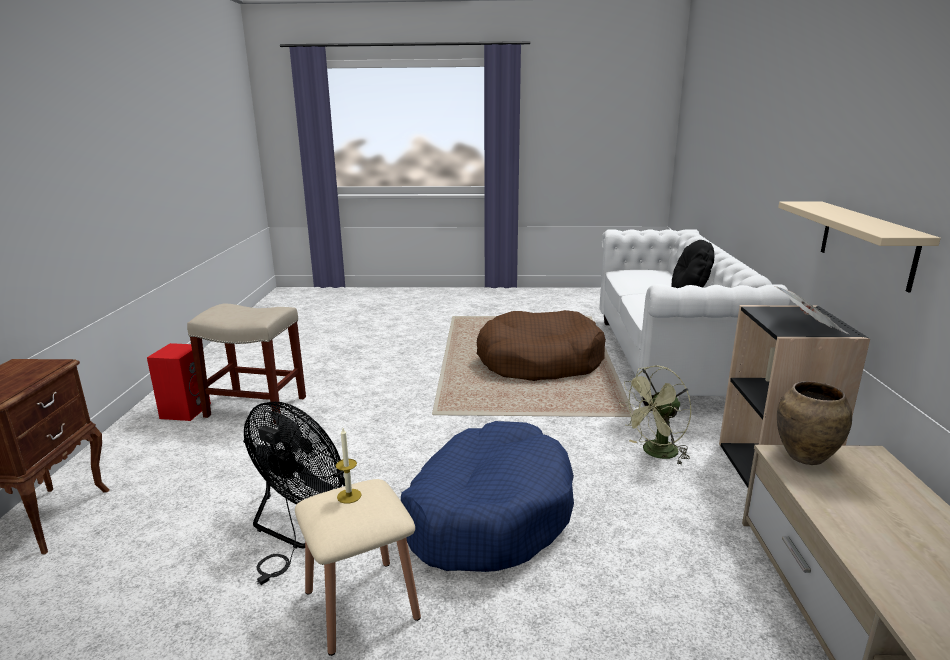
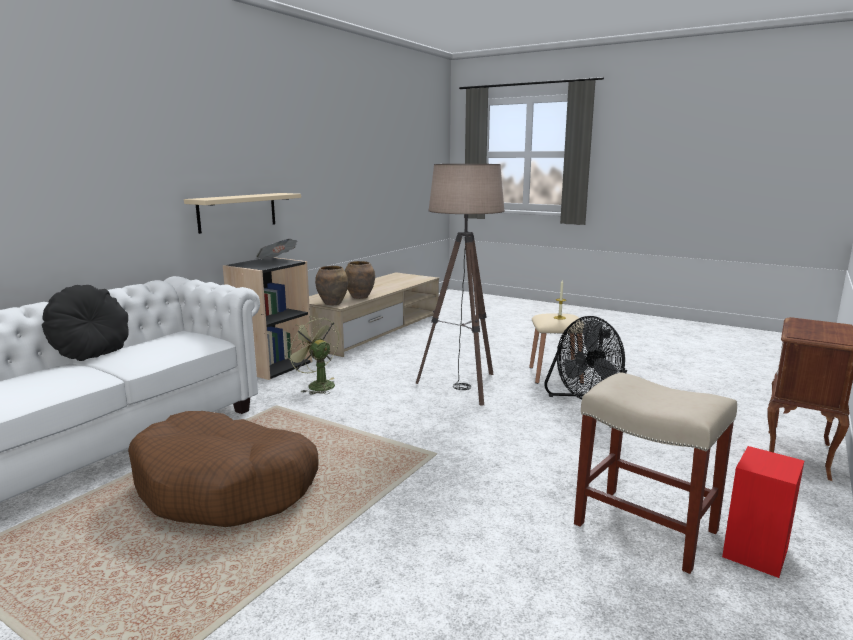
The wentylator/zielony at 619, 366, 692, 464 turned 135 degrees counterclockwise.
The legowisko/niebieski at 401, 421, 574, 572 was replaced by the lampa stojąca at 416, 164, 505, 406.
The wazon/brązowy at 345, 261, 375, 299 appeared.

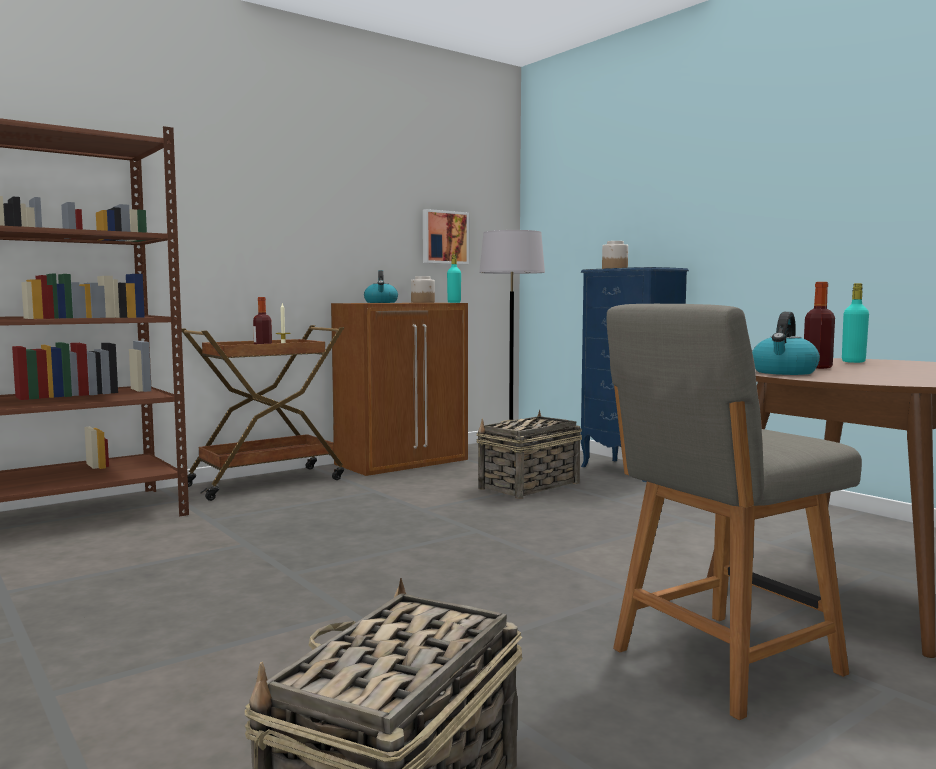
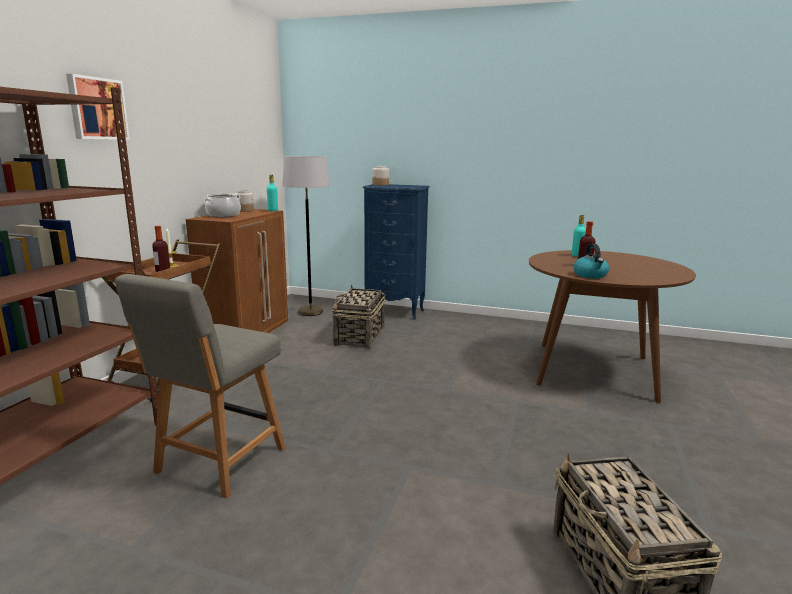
The obraz moved from 423, 209, 469, 264 to 66, 74, 130, 140.
The czajnik at 364, 270, 398, 303 was replaced by the garnek at 203, 194, 241, 217.
The krzesło/szary moved from 606, 304, 862, 720 to 115, 274, 285, 498.

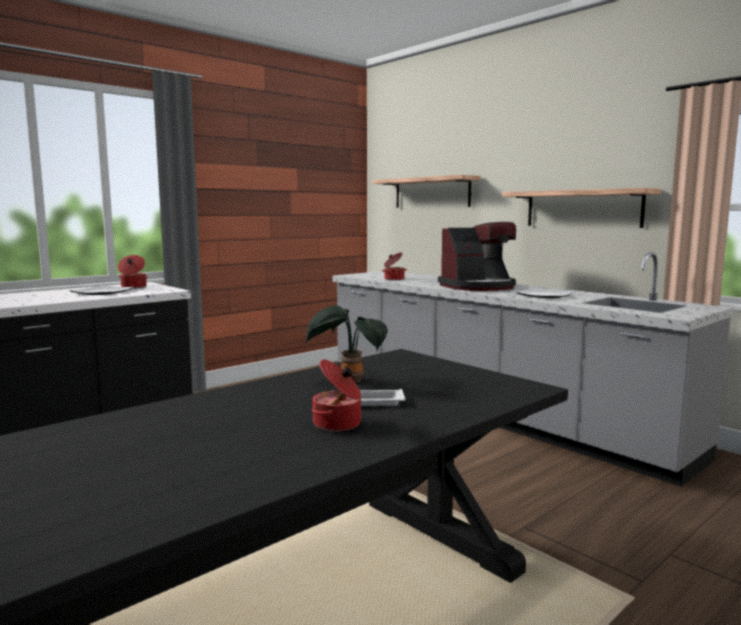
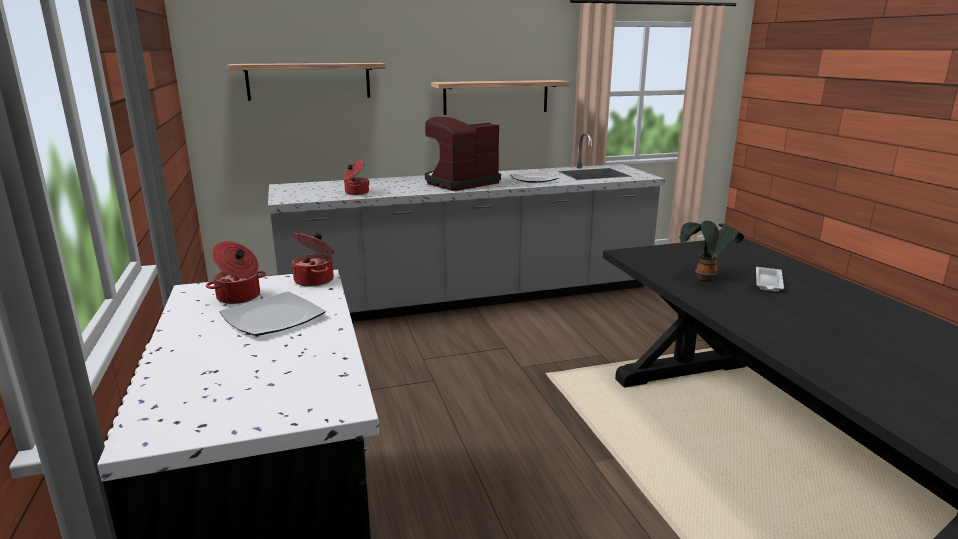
The ekspres do kawy at 438, 222, 516, 291 turned 135 degrees counterclockwise.
The garnek moved from 312, 359, 361, 432 to 291, 233, 334, 287.

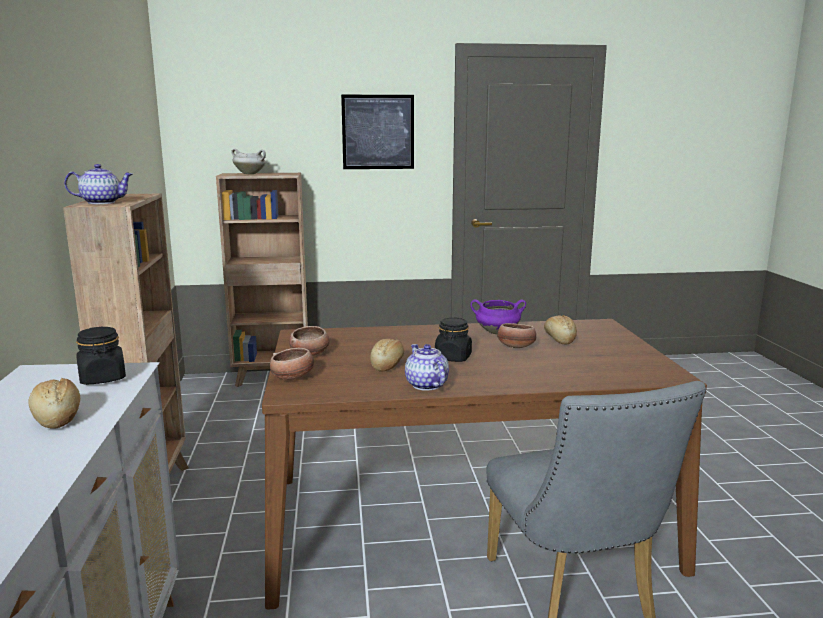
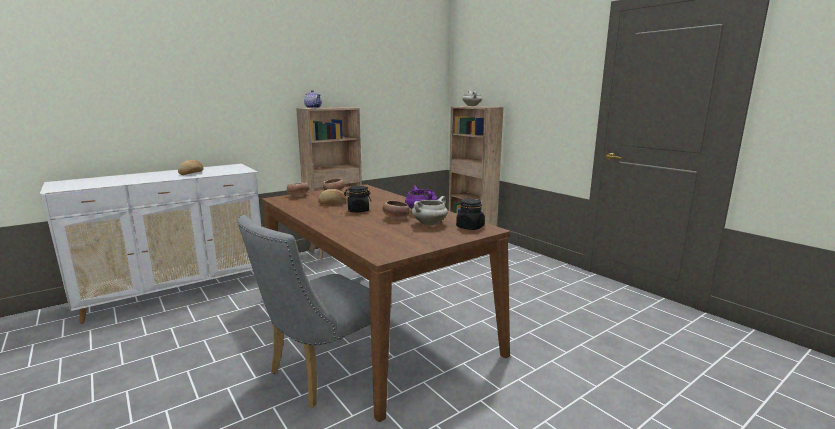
The obraz at 341, 95, 414, 169 disappeared.
The chleb at 544, 315, 577, 345 was replaced by the garnek/biały at 412, 196, 448, 226.
The słoik/czarny moved from 76, 327, 126, 385 to 456, 199, 485, 230.
The imbryk at 405, 344, 449, 391 disappeared.

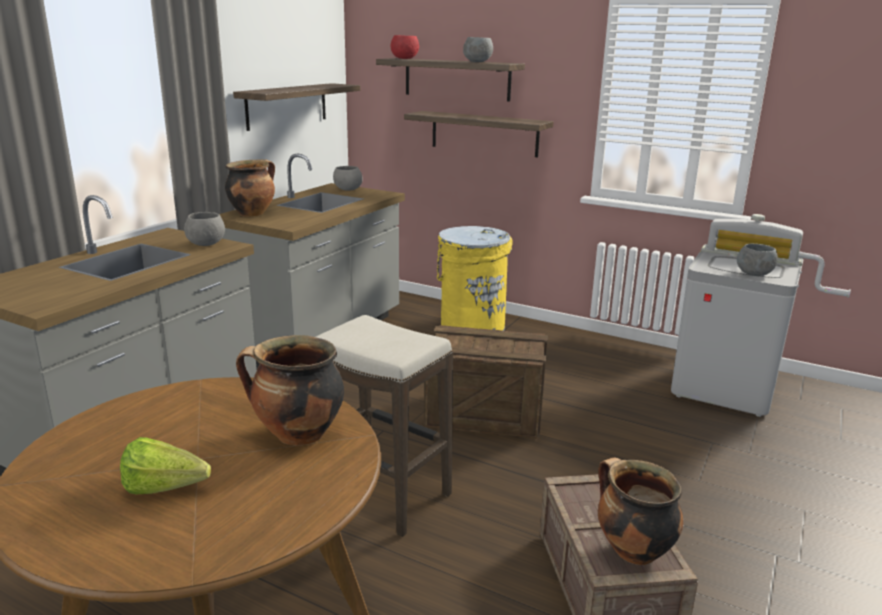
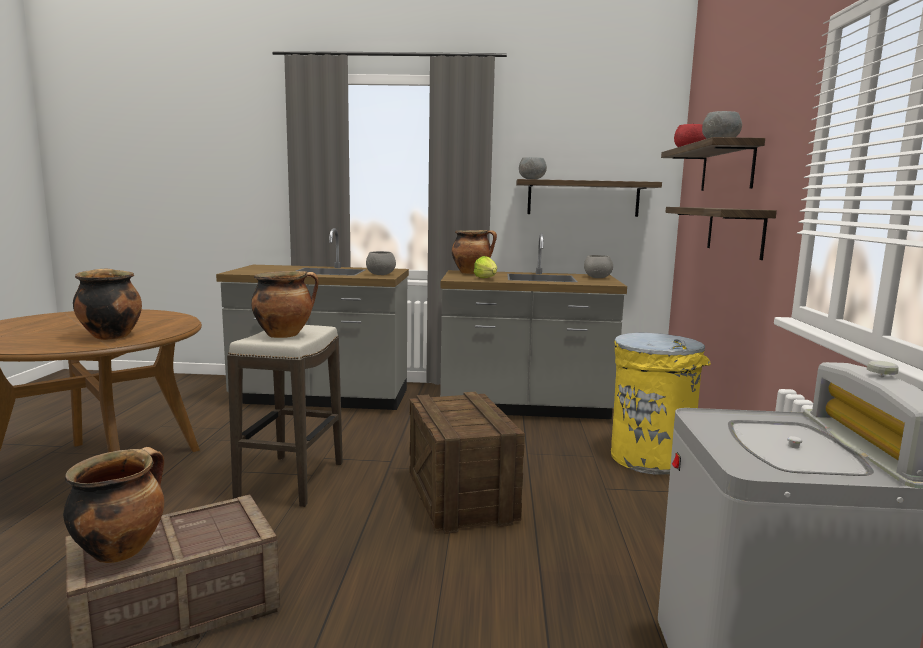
The miska/szary moved from 737, 244, 778, 276 to 519, 157, 547, 179.
The sałata moved from 120, 437, 211, 494 to 474, 256, 497, 278.
The garnek at 251, 271, 319, 338 appeared.

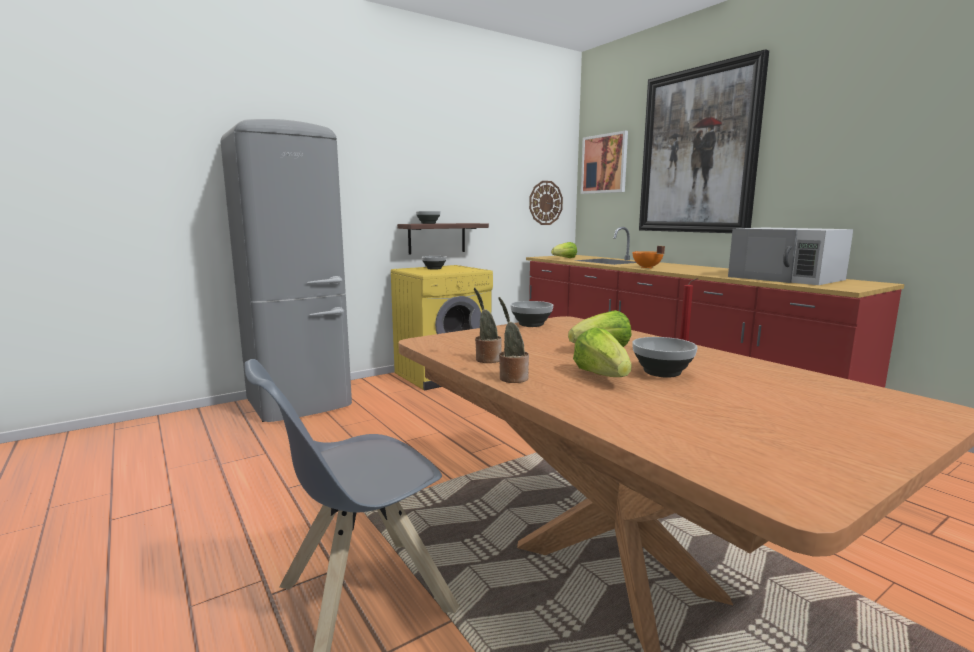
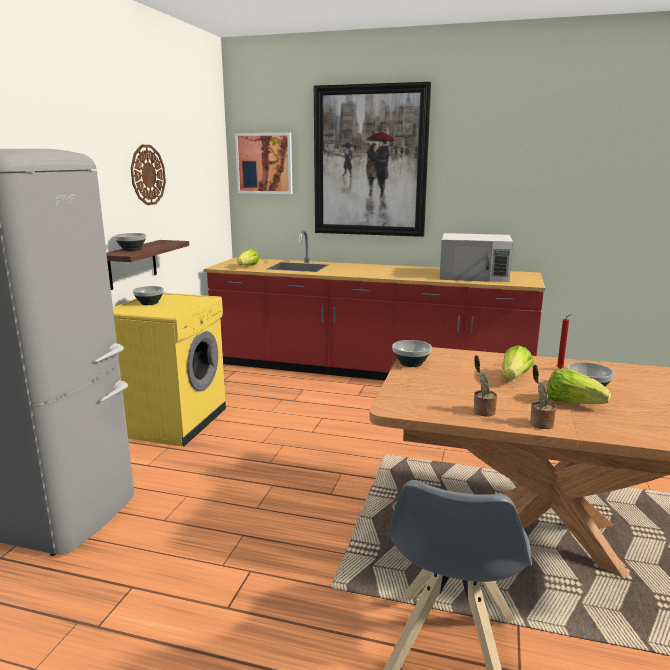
The zegar ścienny moved from 529, 181, 563, 225 to 131, 145, 166, 205.
The garnek/pomarańczowy at 632, 246, 665, 269 disappeared.

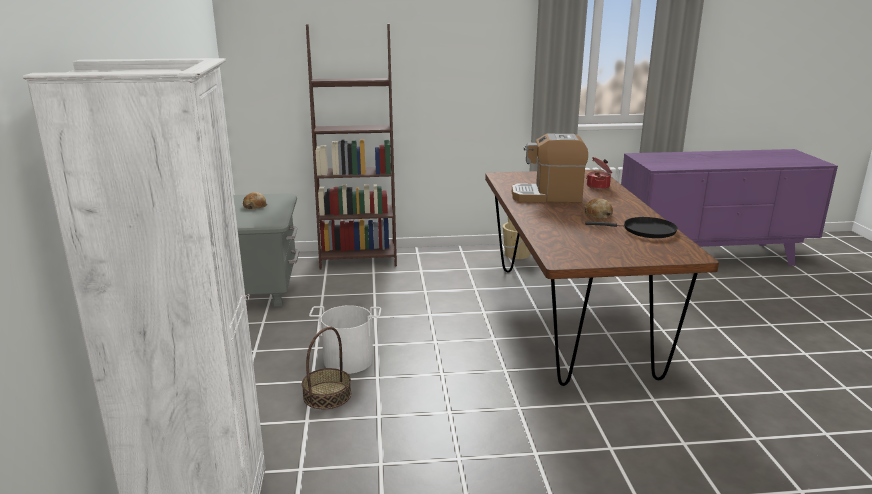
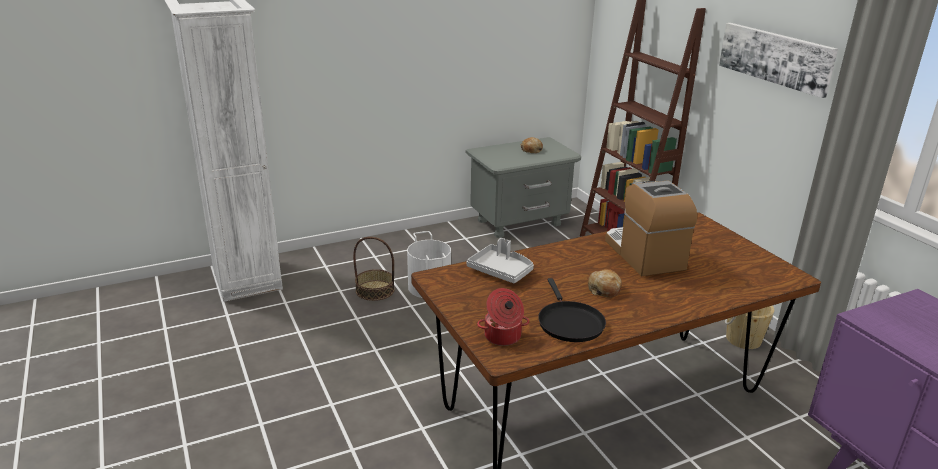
The garnek moved from 586, 157, 612, 189 to 477, 288, 529, 346.
The obraz at 719, 23, 838, 98 appeared.
The taca/szary at 467, 238, 534, 283 appeared.

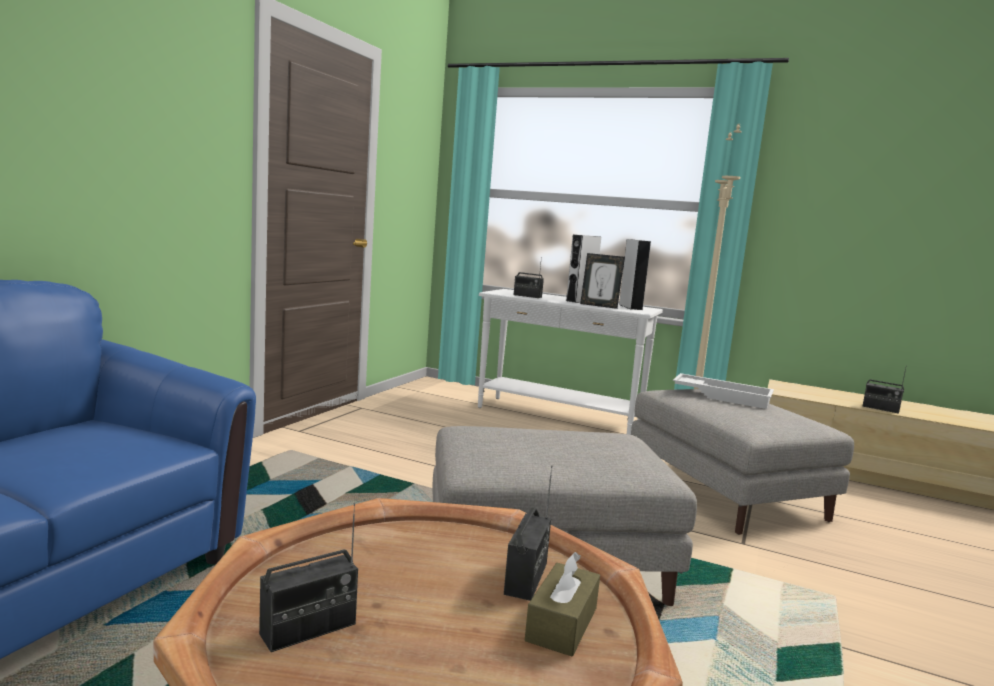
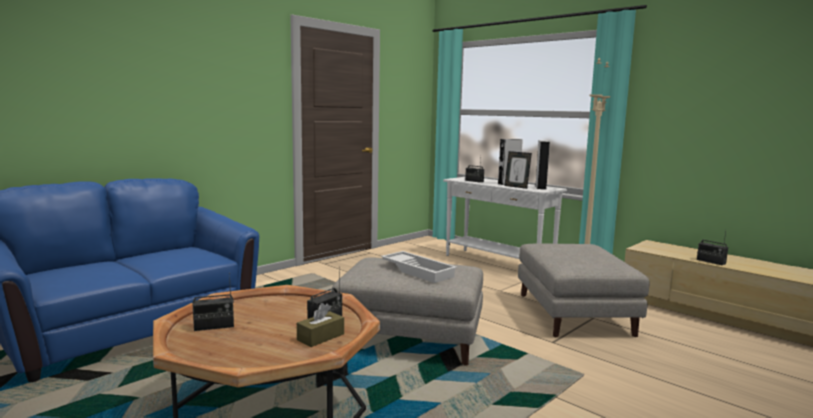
The taca/biały moved from 673, 373, 774, 409 to 381, 251, 457, 283.

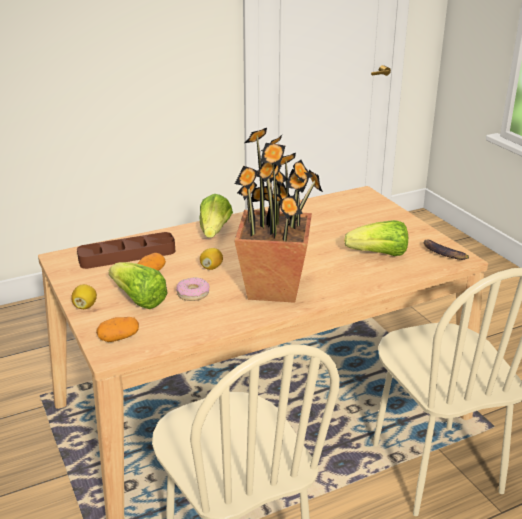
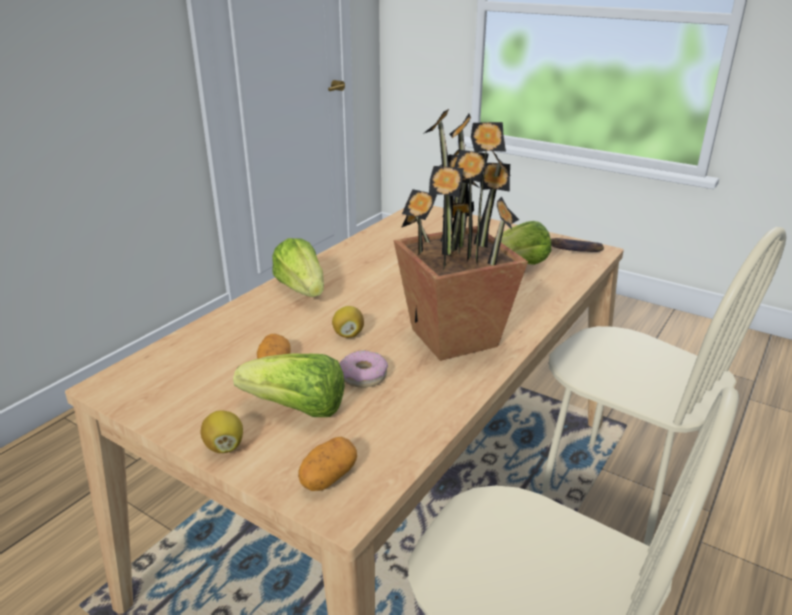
The taca/brązowy at 77, 232, 175, 269 disappeared.

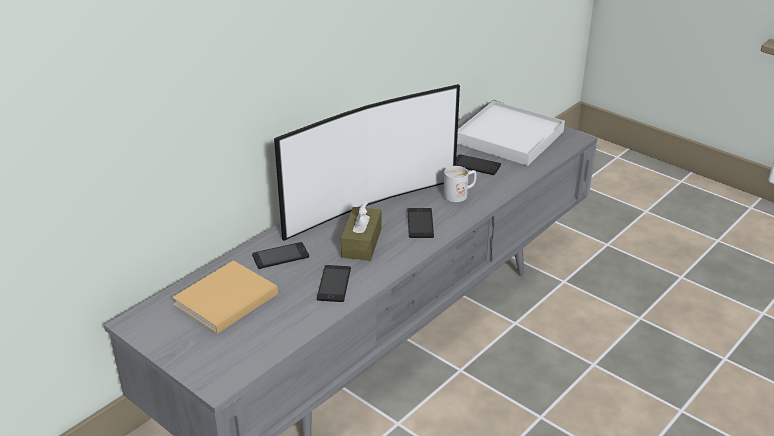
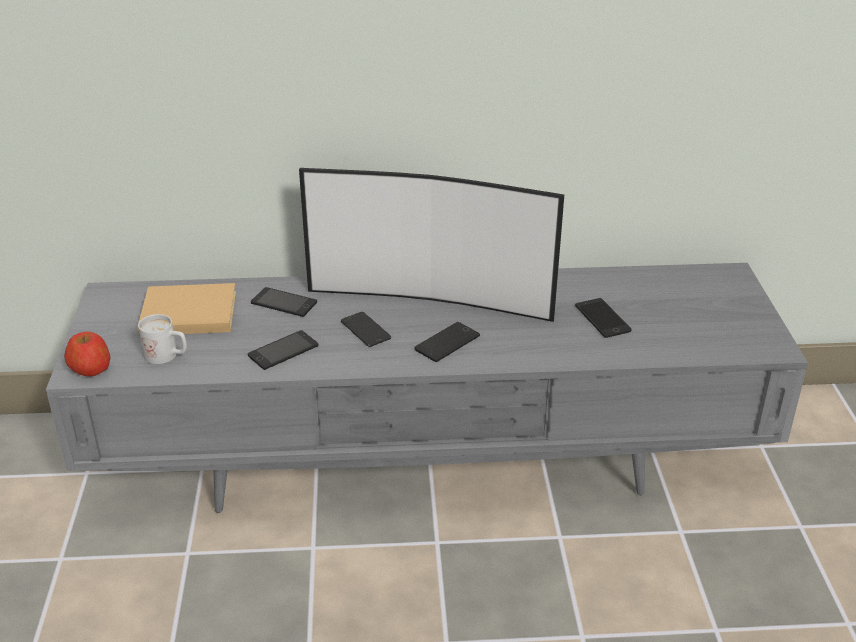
The taca/biały at 457, 101, 565, 166 disappeared.
The kubek/biały moved from 443, 166, 477, 202 to 138, 314, 187, 364.
The pudełko chusteczek/brązowy at 341, 201, 381, 261 was replaced by the telefon at 341, 312, 391, 347.
The jabłko at 64, 332, 110, 376 appeared.

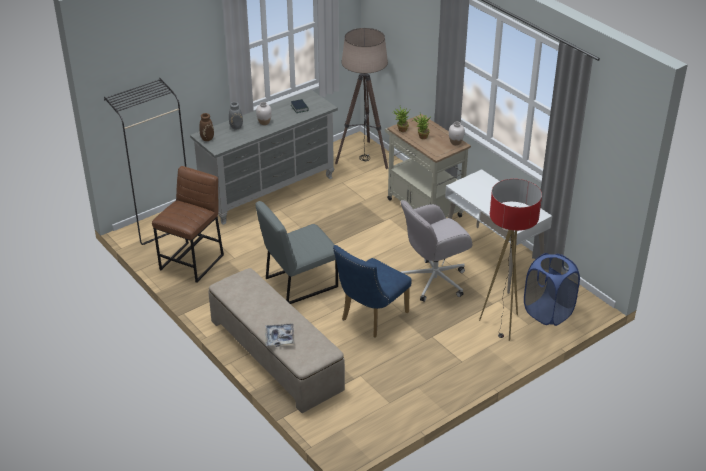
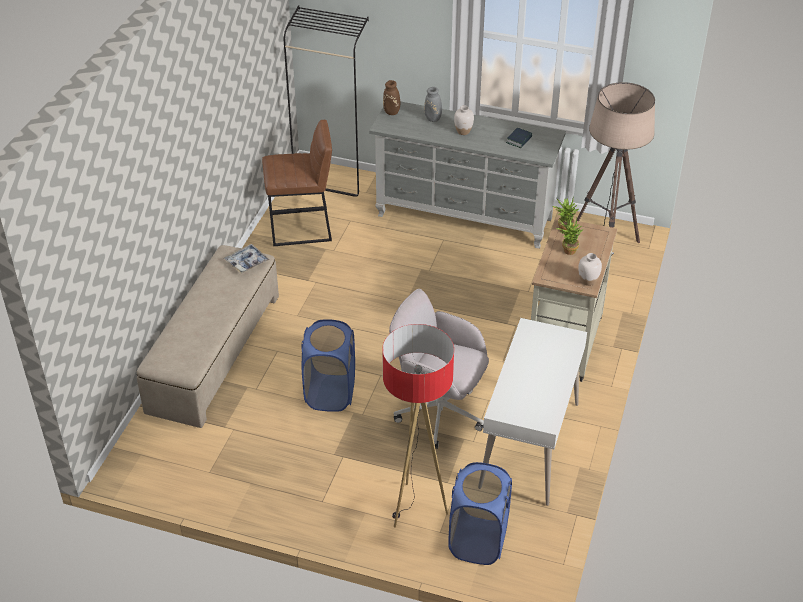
The krzesło/szary at 255, 201, 338, 304 disappeared.
The krzesło/niebieski at 333, 245, 412, 337 was replaced by the kosz na pranie/niebieski at 301, 319, 355, 412.
The taca moved from 265, 324, 295, 347 to 224, 244, 269, 274.

